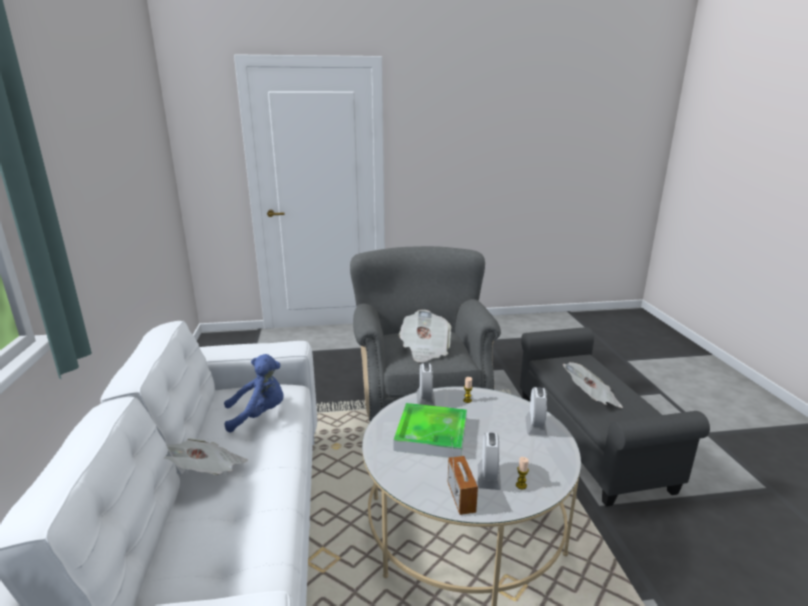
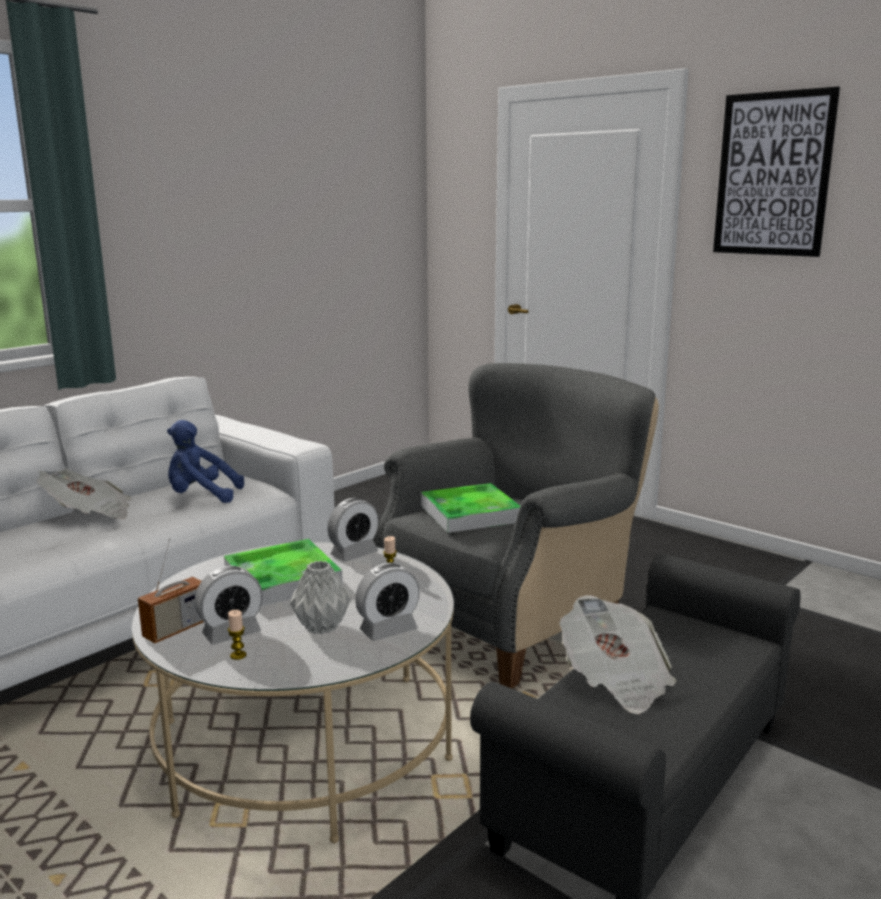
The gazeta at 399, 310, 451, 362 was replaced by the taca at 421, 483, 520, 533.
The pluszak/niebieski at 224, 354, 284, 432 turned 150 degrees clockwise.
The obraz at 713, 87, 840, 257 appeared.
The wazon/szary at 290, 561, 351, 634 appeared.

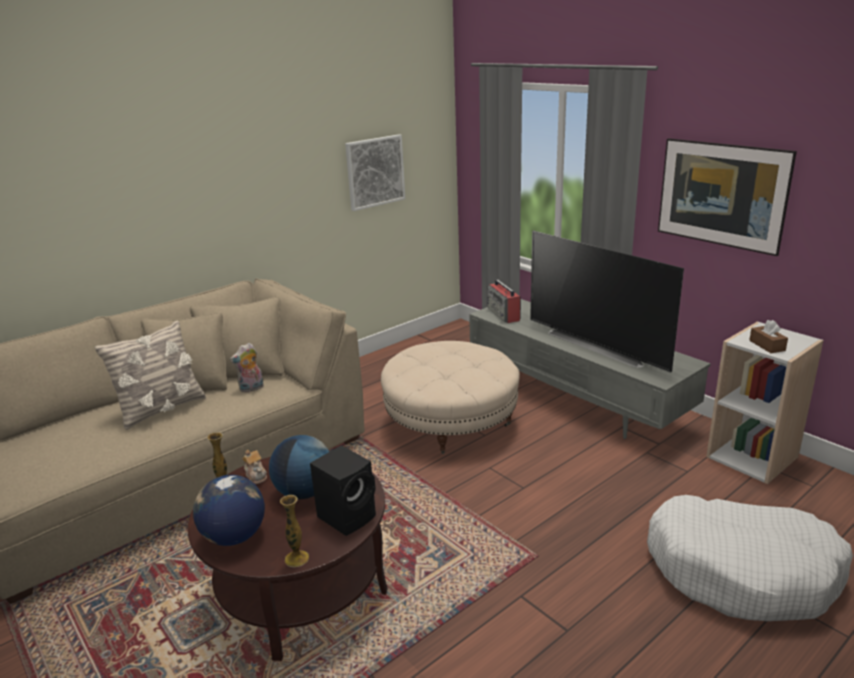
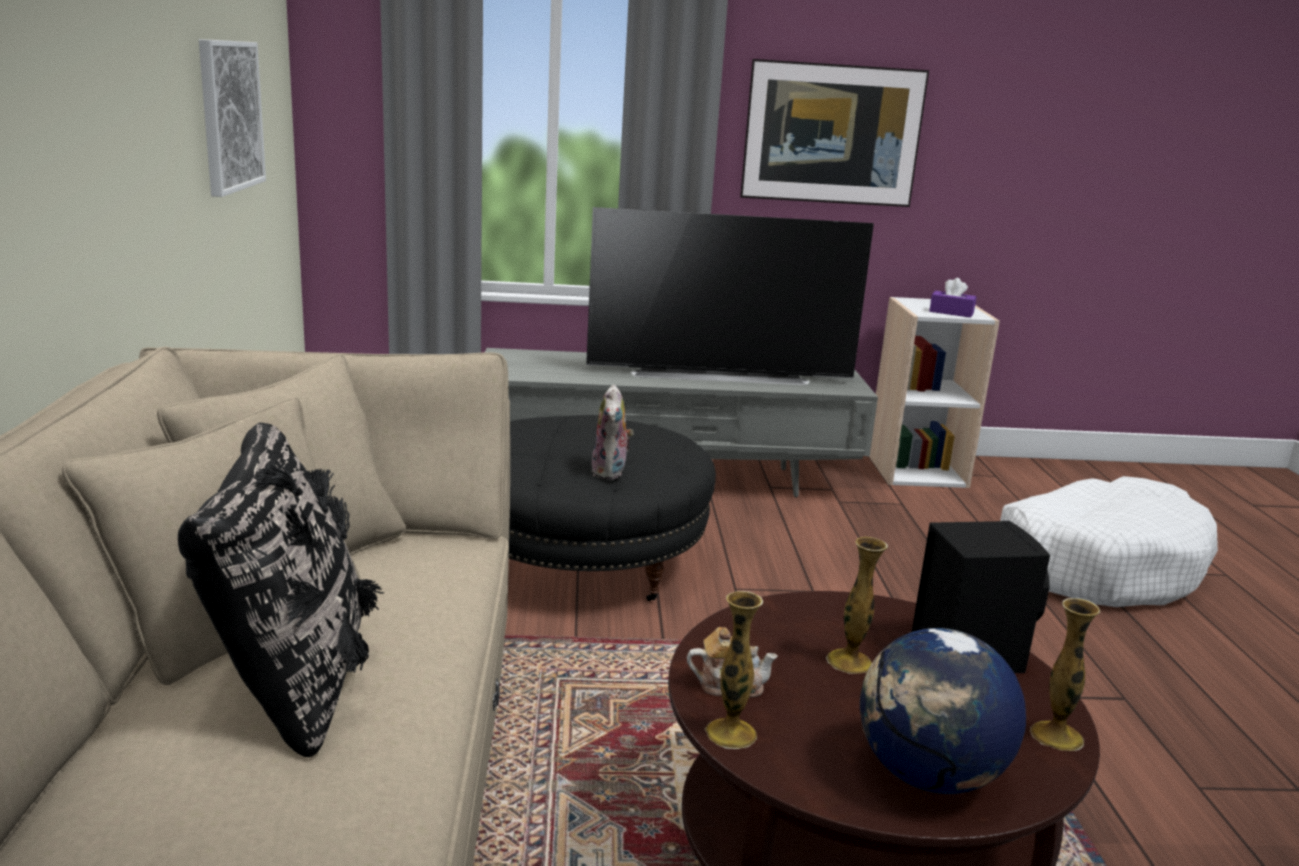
The radio at 487, 280, 521, 323 disappeared.
The poduszka/beżowy at 95, 320, 206, 430 became the poduszka/czarny at 178, 423, 384, 757.
The pudełko chusteczek/brązowy at 749, 320, 788, 353 became the pudełko chusteczek/fioletowy at 929, 278, 976, 318.
The pufa/beżowy at 381, 341, 520, 454 became the pufa/czarny at 509, 415, 716, 601.
The pluszak moved from 230, 343, 264, 392 to 592, 384, 634, 479.
The globus at 269, 435, 329, 499 was replaced by the wazon at 826, 537, 888, 674.

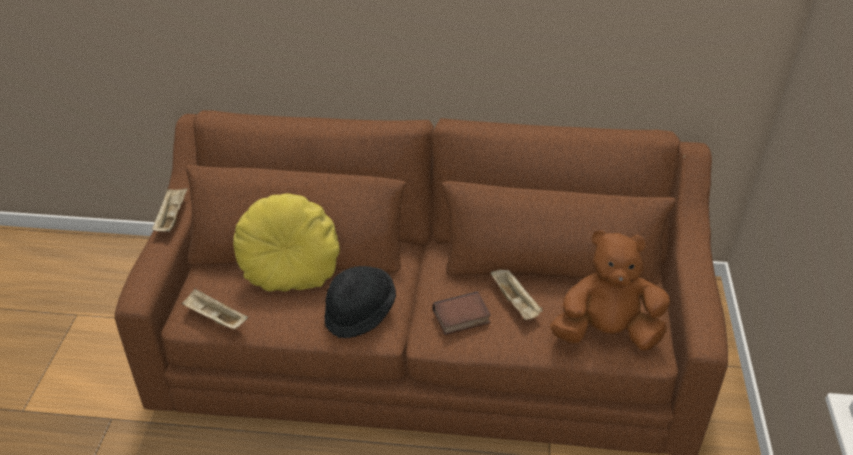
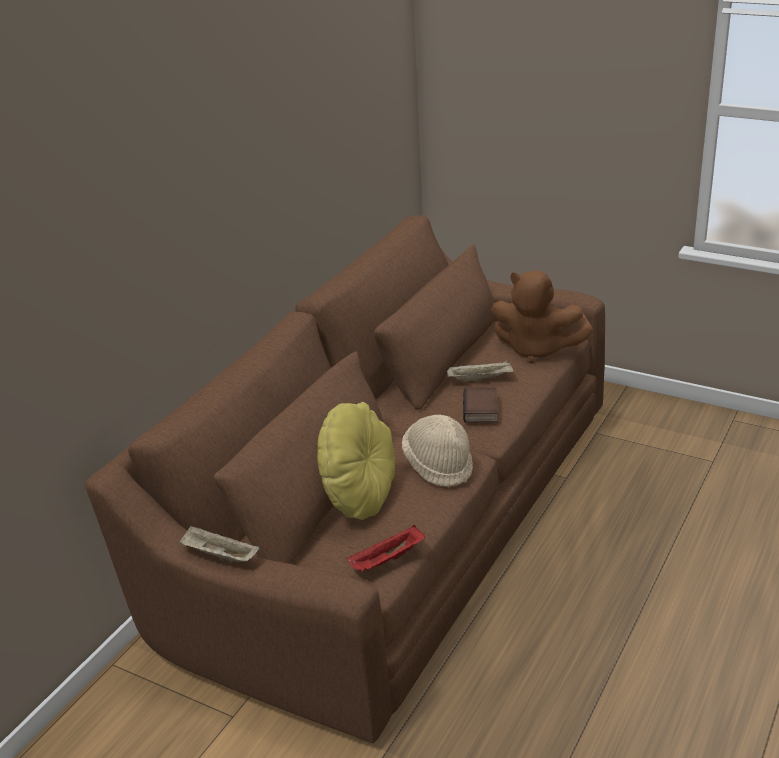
The pluszak/brązowy at 550, 230, 670, 351 turned 90 degrees counterclockwise.
The kapelusz/czarny at 324, 266, 396, 339 became the kapelusz/beżowy at 402, 415, 473, 487.
The taca/beżowy at 182, 289, 248, 329 became the taca/czerwony at 346, 525, 425, 572.

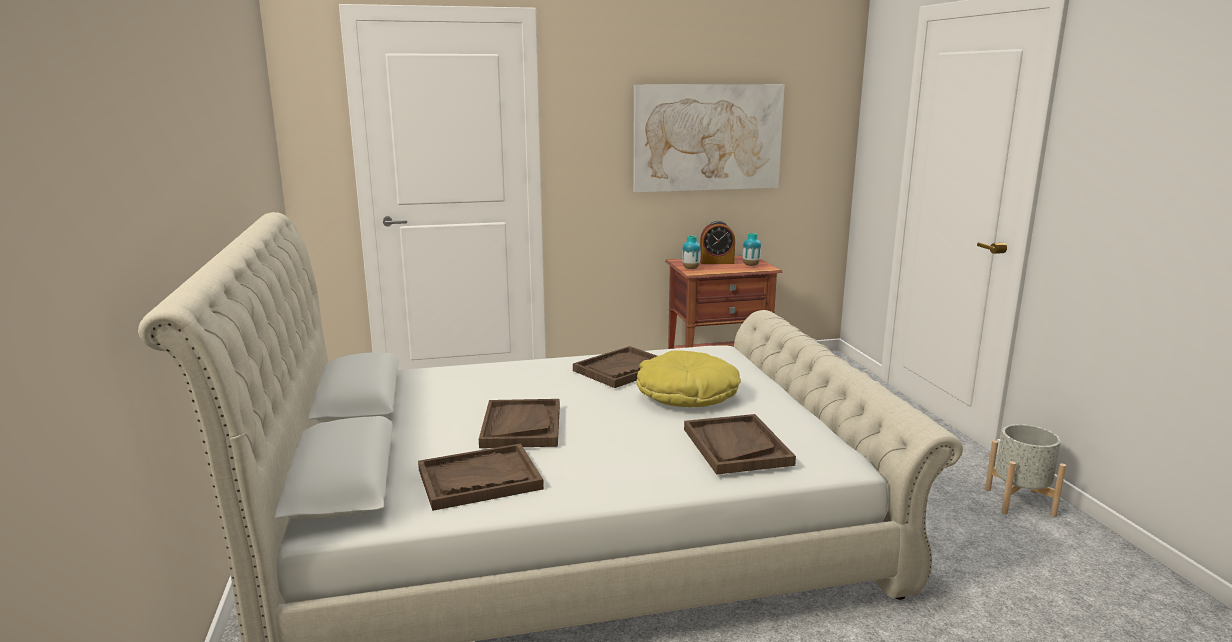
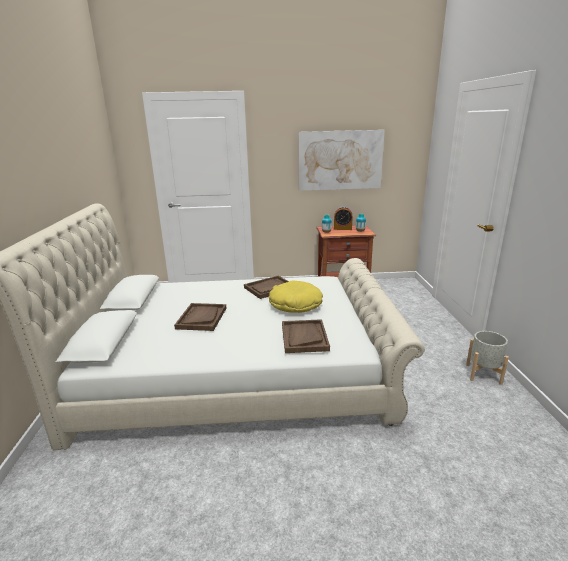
The taca/brązowy at 418, 443, 544, 511 disappeared.

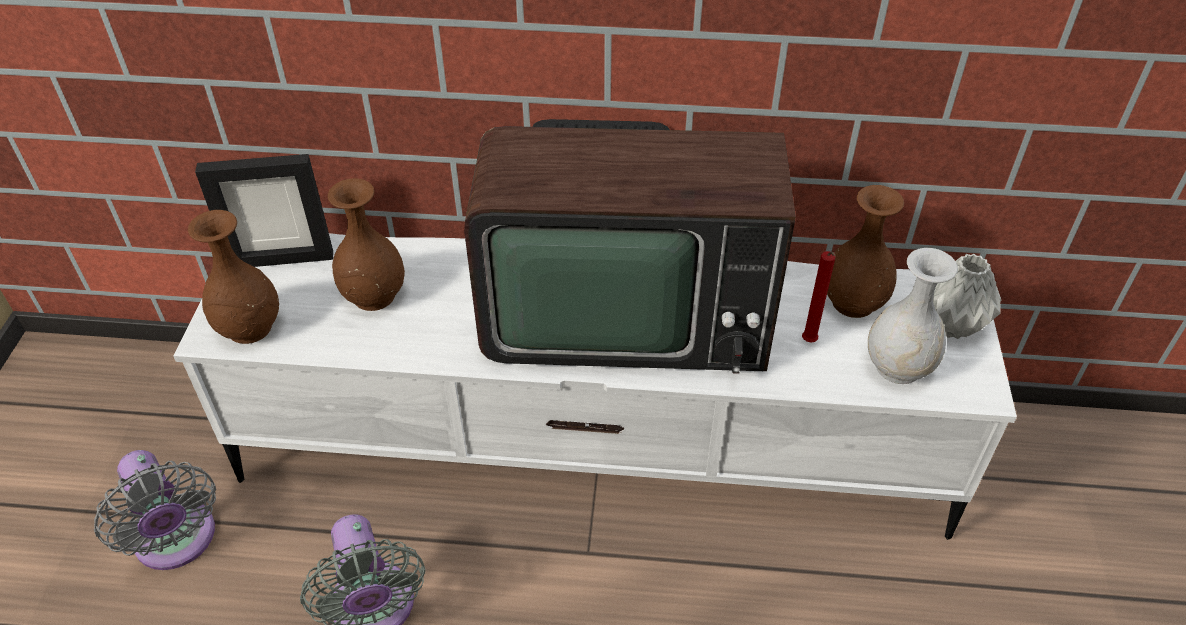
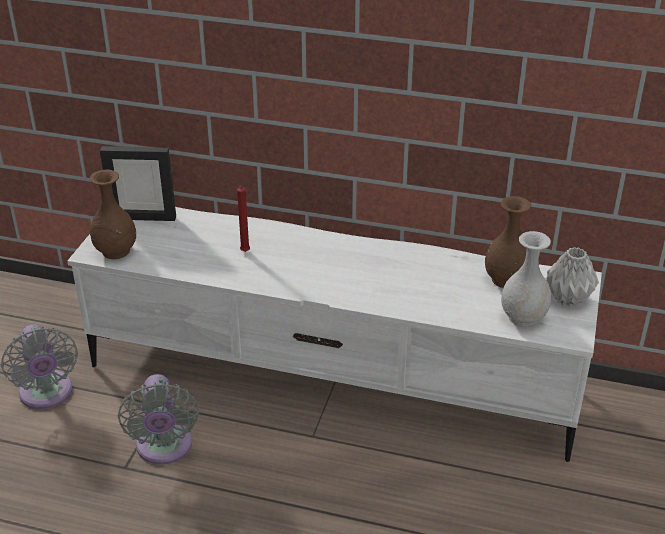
The telewizor at 464, 119, 796, 374 disappeared.
The wazon/brązowy at 328, 178, 405, 311 disappeared.
The świeca/czerwony moved from 802, 251, 836, 343 to 237, 186, 250, 252.

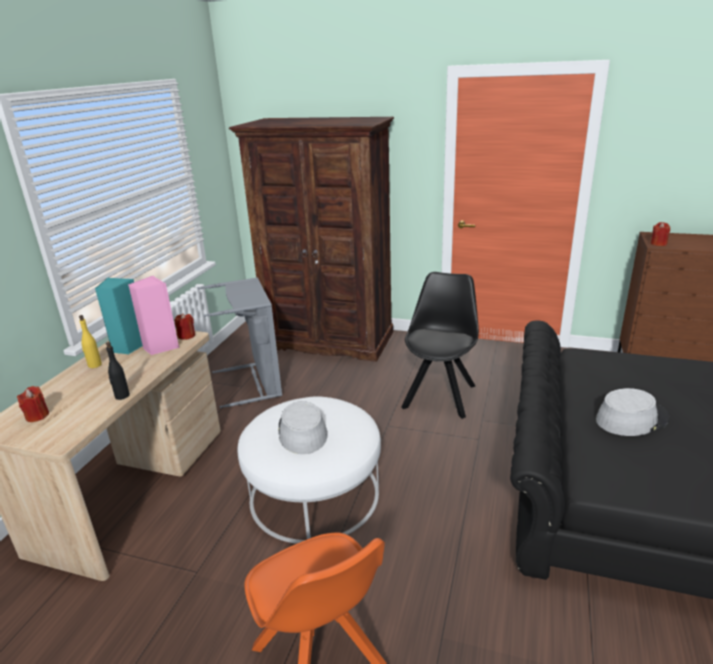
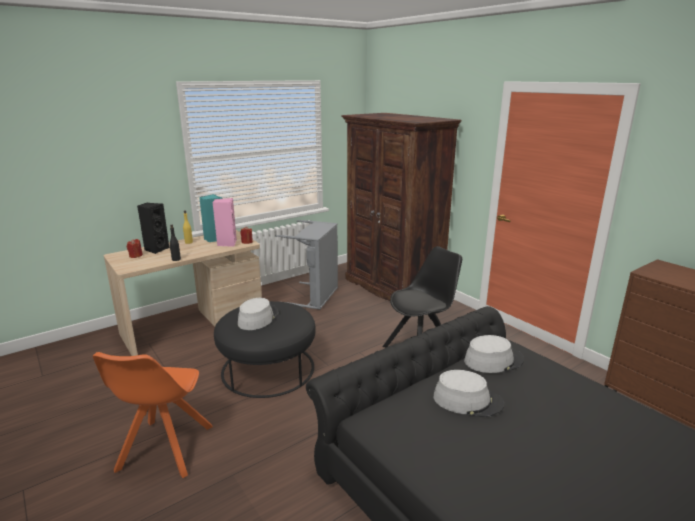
The świeca/czerwony at 650, 222, 670, 246 disappeared.
The pufa/biały at 237, 396, 381, 544 became the pufa/czarny at 214, 301, 316, 398.
The głośnik/czarny at 137, 203, 169, 254 appeared.
The kapelusz/szary at 464, 335, 524, 373 appeared.

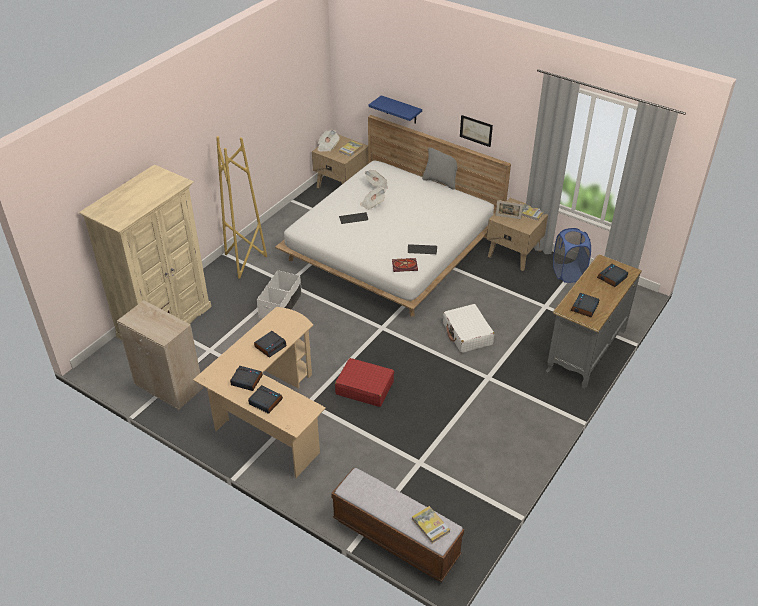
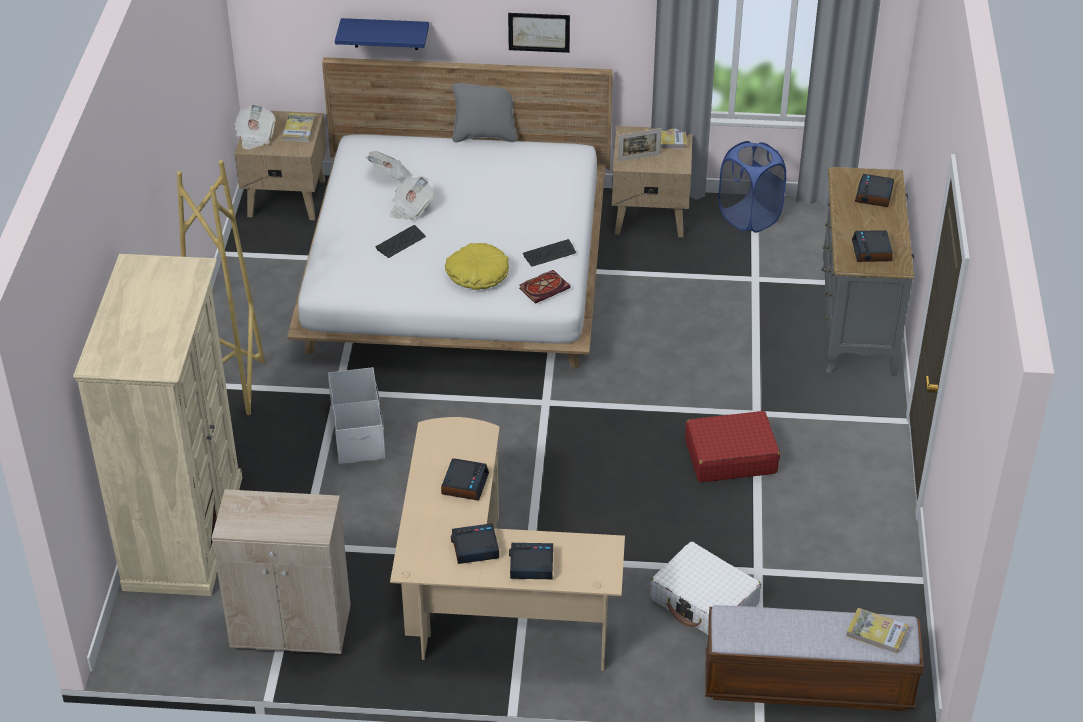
The walizka/biały moved from 443, 304, 494, 353 to 650, 542, 761, 635.
The walizka/czerwony moved from 335, 358, 394, 407 to 685, 411, 780, 482.
The poduszka/żółty at 445, 243, 509, 290 appeared.

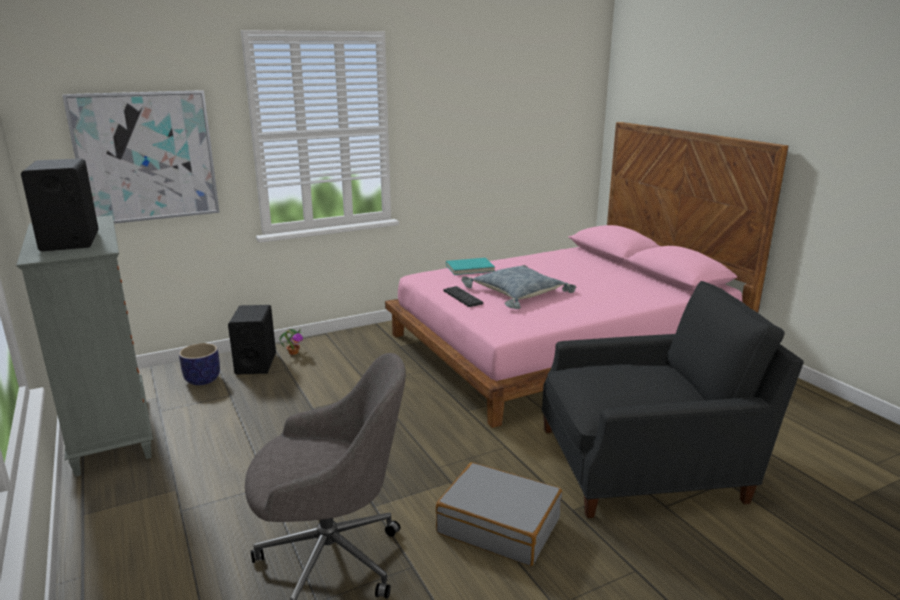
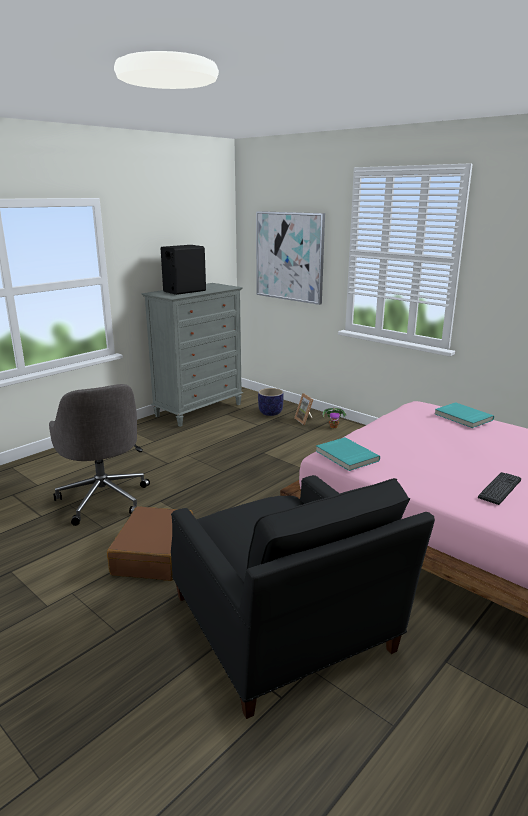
The poduszka at 461, 265, 576, 309 disappeared.
The klawiatura moved from 444, 286, 483, 307 to 478, 472, 521, 505.
The głośnik/czarny at 228, 305, 276, 374 was replaced by the ramka na zdjęcie at 294, 393, 313, 425.
The walizka/szary at 436, 462, 562, 566 became the walizka/brązowy at 107, 506, 193, 581.
The książka/turkusowy at 316, 437, 380, 471 appeared.

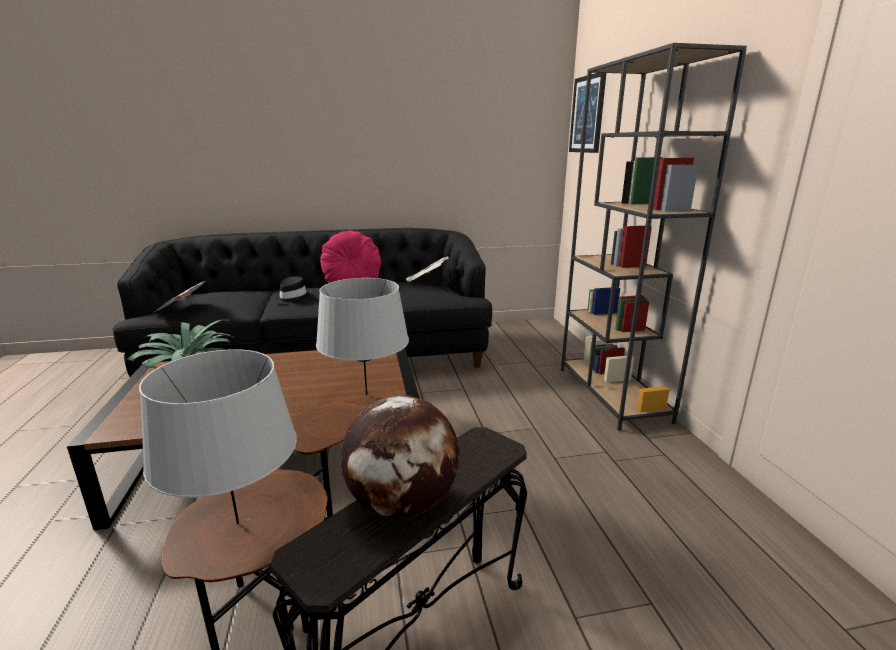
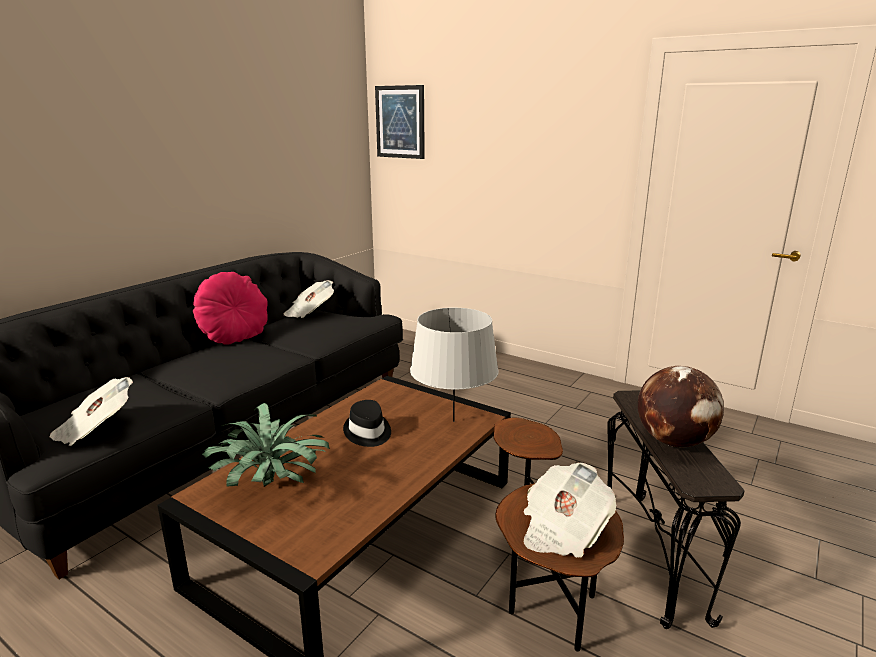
The regał at 561, 43, 747, 431 disappeared.
The kapelusz/czarny moved from 275, 276, 311, 304 to 343, 400, 391, 447.
The lampa stołowa/szary at 139, 349, 297, 524 was replaced by the gazeta at 523, 463, 616, 558.

